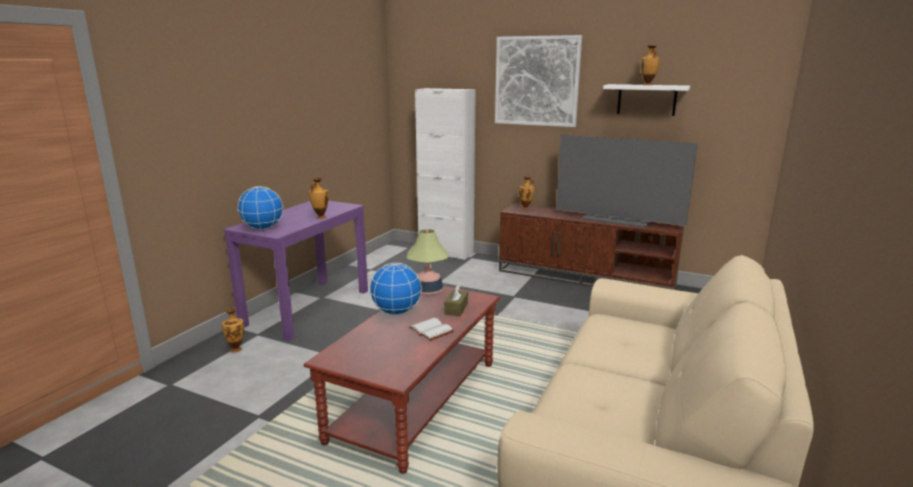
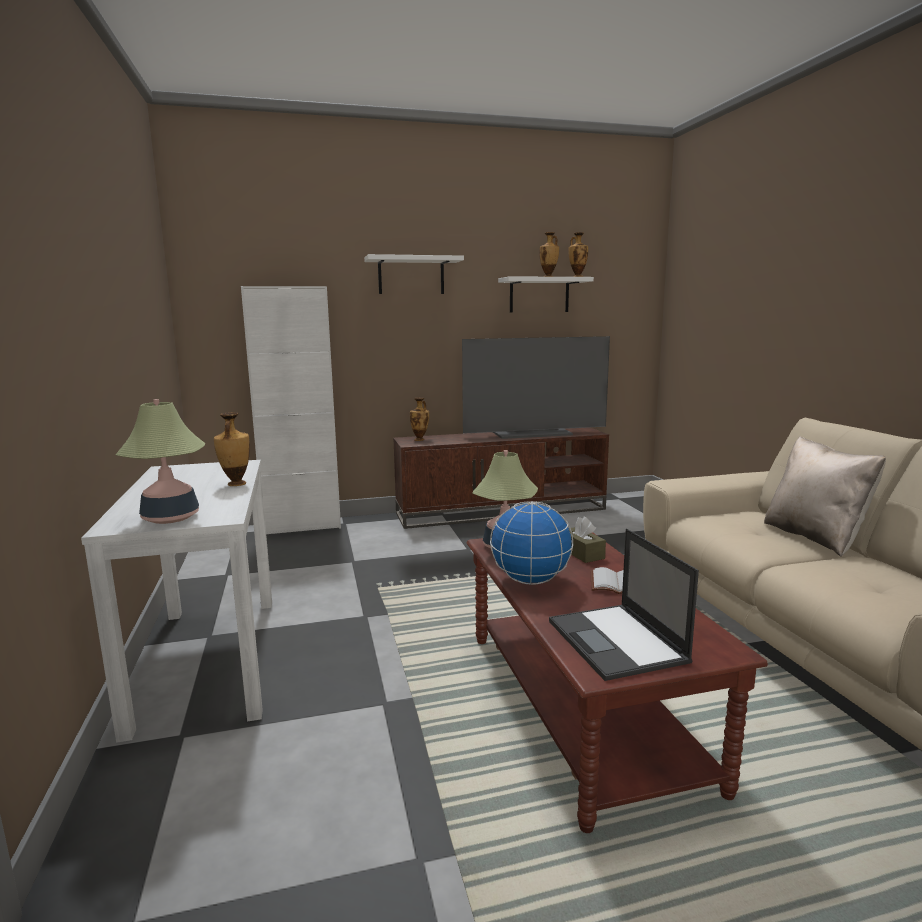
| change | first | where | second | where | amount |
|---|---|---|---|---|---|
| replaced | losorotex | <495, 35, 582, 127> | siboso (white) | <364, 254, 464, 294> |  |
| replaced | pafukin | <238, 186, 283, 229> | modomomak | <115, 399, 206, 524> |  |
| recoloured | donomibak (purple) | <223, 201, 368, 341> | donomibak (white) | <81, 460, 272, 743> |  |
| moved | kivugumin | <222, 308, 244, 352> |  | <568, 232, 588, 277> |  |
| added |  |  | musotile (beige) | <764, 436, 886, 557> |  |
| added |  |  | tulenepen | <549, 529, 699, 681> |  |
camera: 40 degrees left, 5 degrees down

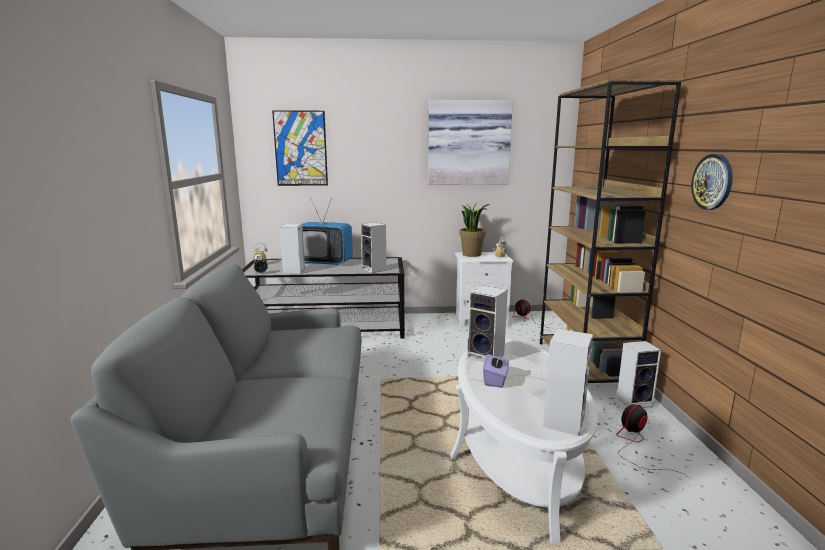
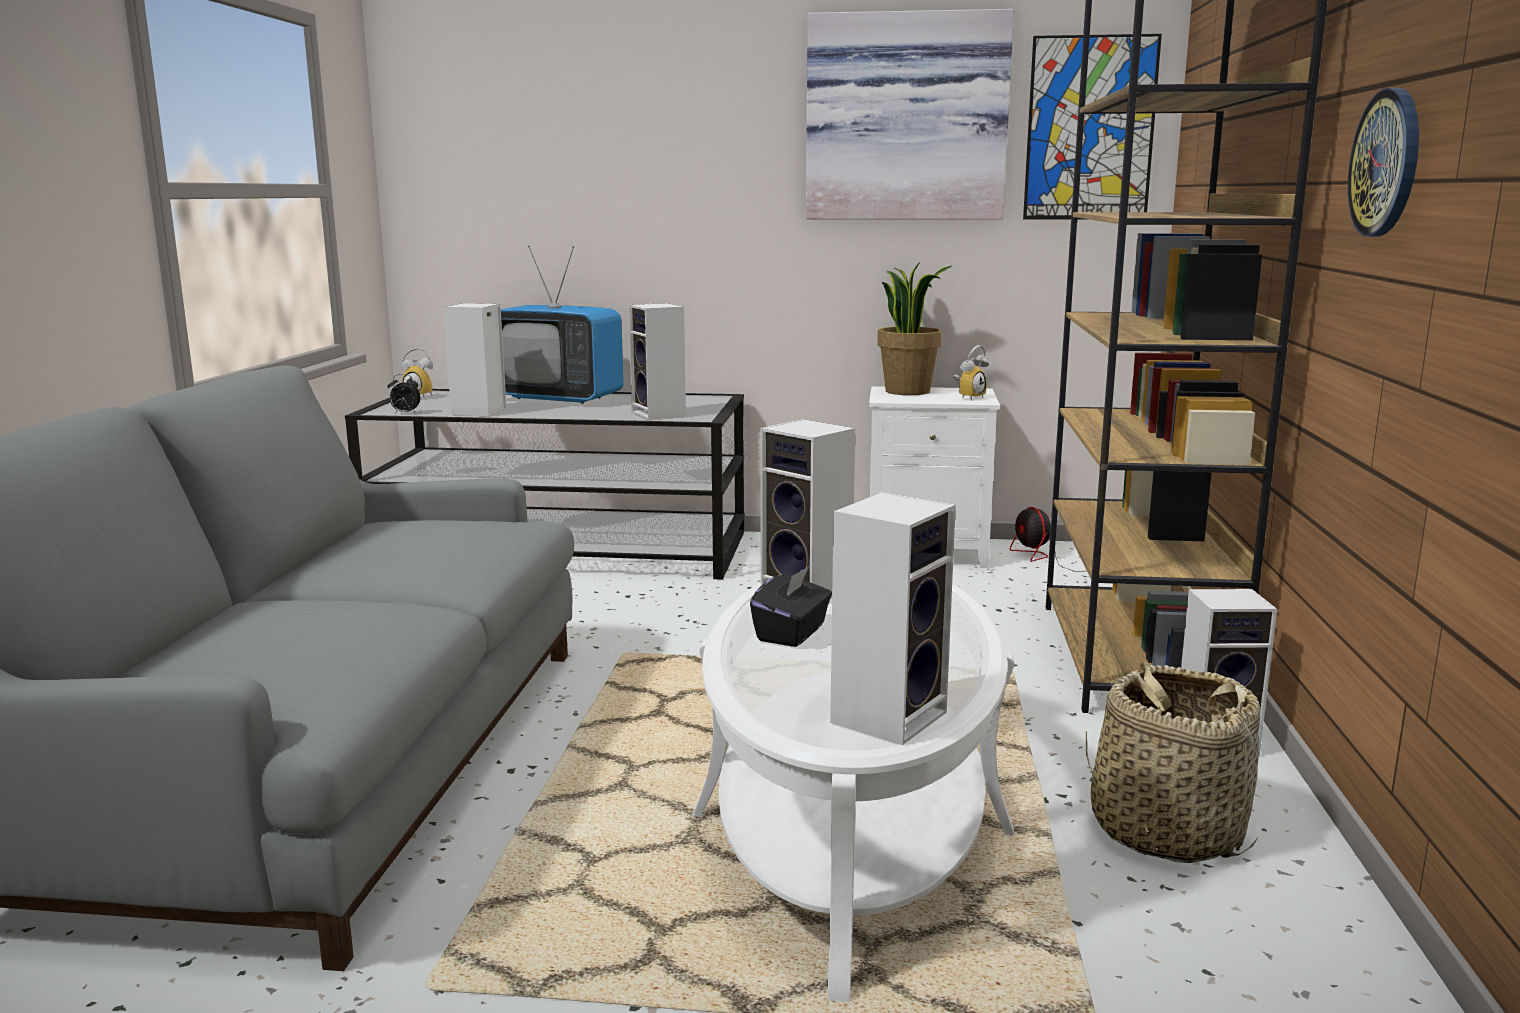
| change | first | where | second | where | amount |
|---|---|---|---|---|---|
| moved | losorotex | <272, 110, 328, 186> |  | <1023, 34, 1162, 220> |  |
| recoloured | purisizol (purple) | <483, 354, 509, 387> | purisizol (black) | <750, 565, 832, 647> |  |
| replaced | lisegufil | <616, 404, 691, 478> | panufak | <1086, 662, 1266, 863> |  |
camera: 10 degrees right, 0 degrees up

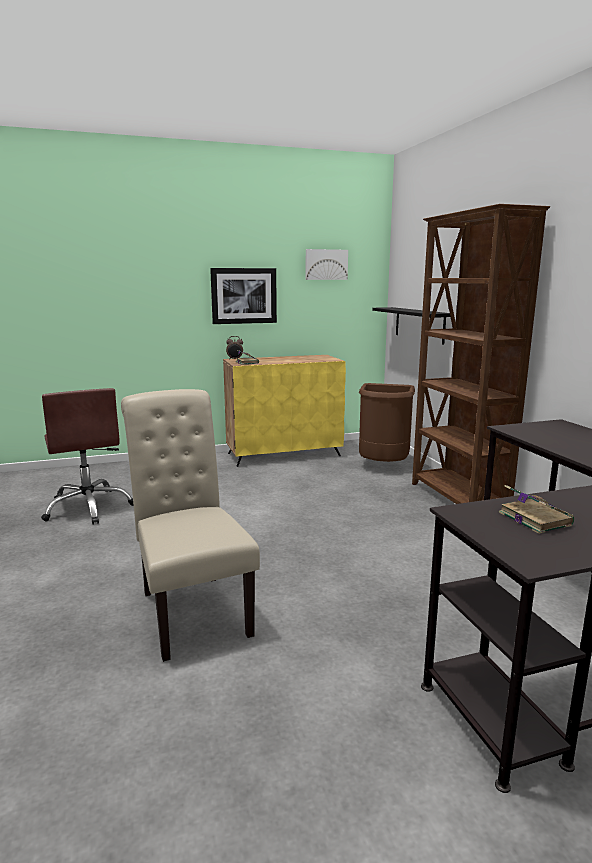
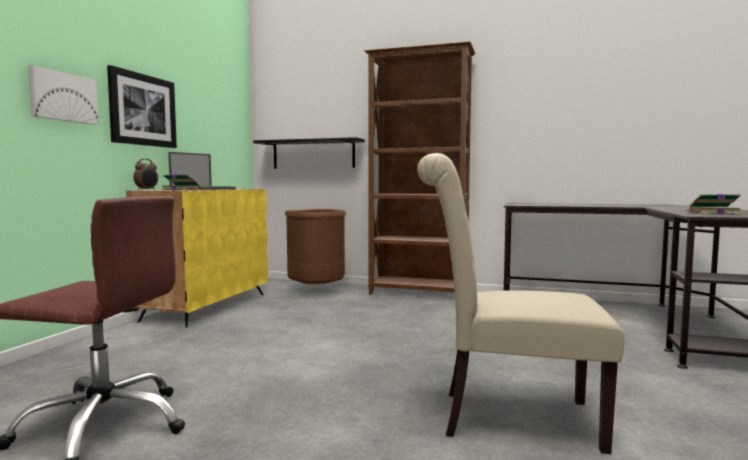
| change | first | where | second | where | amount |
|---|---|---|---|---|---|
| moved | losorotex | <306, 249, 348, 280> |  | <28, 65, 98, 125> |  |
| added |  |  | tulenepen | <168, 152, 236, 190> |  |
camera: 55 degrees left, 10 degrees down

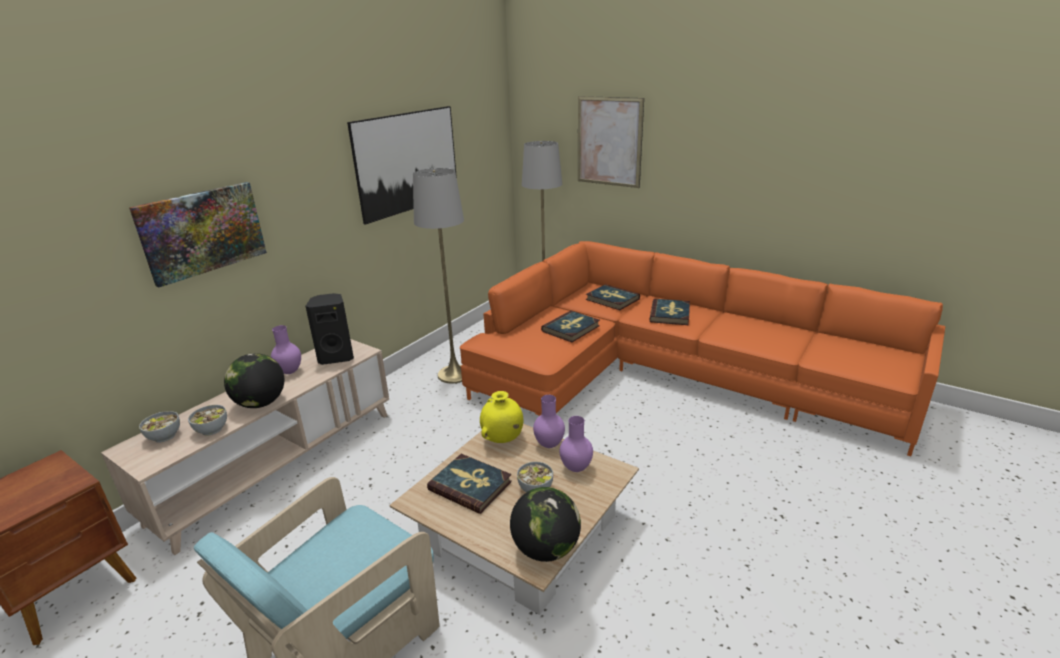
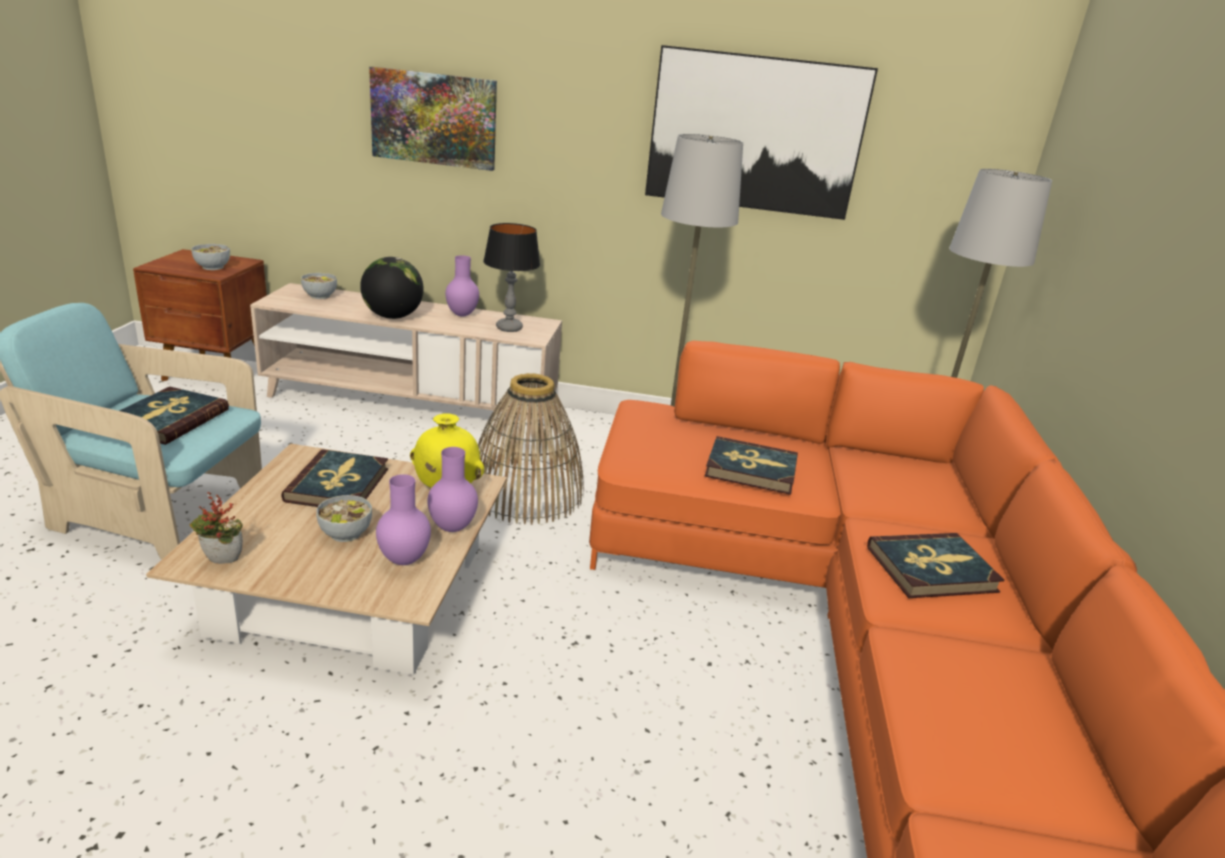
| change | first | where | second | where | amount |
|---|---|---|---|---|---|
| removed | losorotex | <578, 96, 644, 188> |  |  |  |
| moved | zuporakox | <586, 284, 640, 310> |  | <119, 387, 229, 445> |  |
| replaced | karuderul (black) | <305, 293, 354, 365> | modomomak | <483, 223, 540, 332> |  |
| moved | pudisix | <188, 405, 227, 436> |  | <191, 244, 230, 270> |  |
| replaced | pafukin | <510, 487, 581, 562> | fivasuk | <190, 492, 243, 564> |  |
| added |  |  | panufak | <478, 373, 584, 525> |  |
camera: 60 degrees right, 0 degrees up

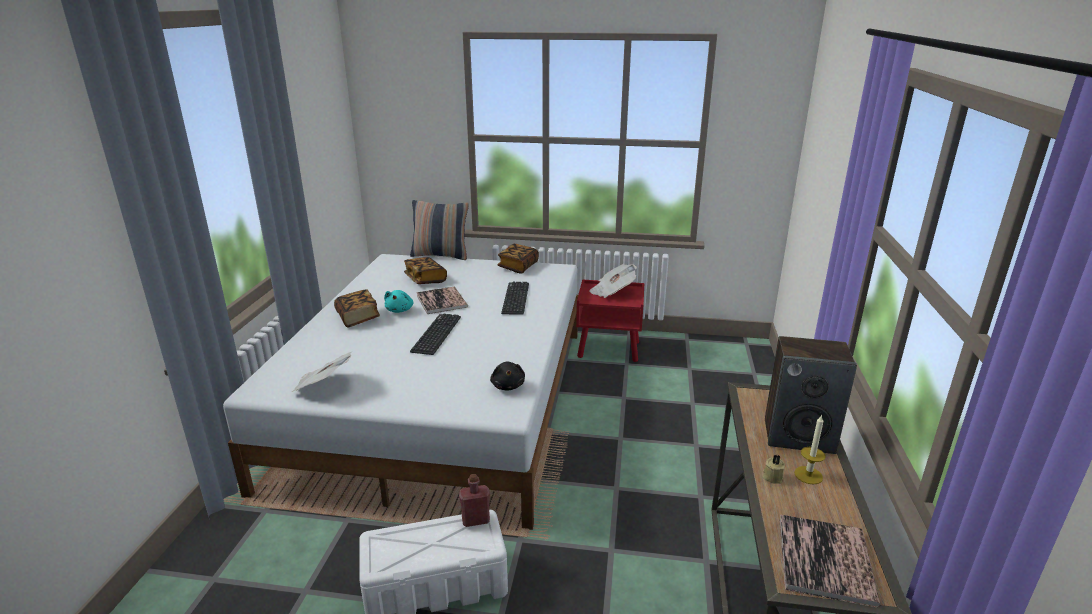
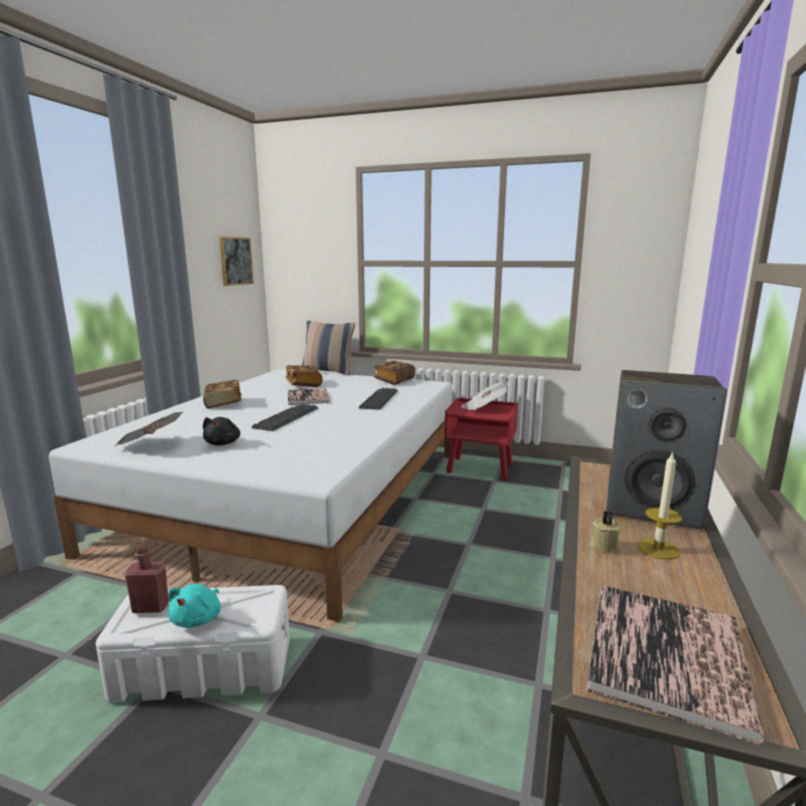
| change | first | where | second | where | amount |
|---|---|---|---|---|---|
| moved | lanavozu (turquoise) | <384, 290, 414, 313> |  | <168, 584, 221, 628> |  |
| moved | lanavozu (black) | <490, 362, 525, 390> |  | <203, 417, 240, 445> |  |
| moved | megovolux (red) | <459, 474, 490, 527> |  | <124, 544, 169, 613> |  |
| added |  |  | losorotex | <219, 236, 254, 286> |  |
camera: 10 degrees right, 10 degrees down

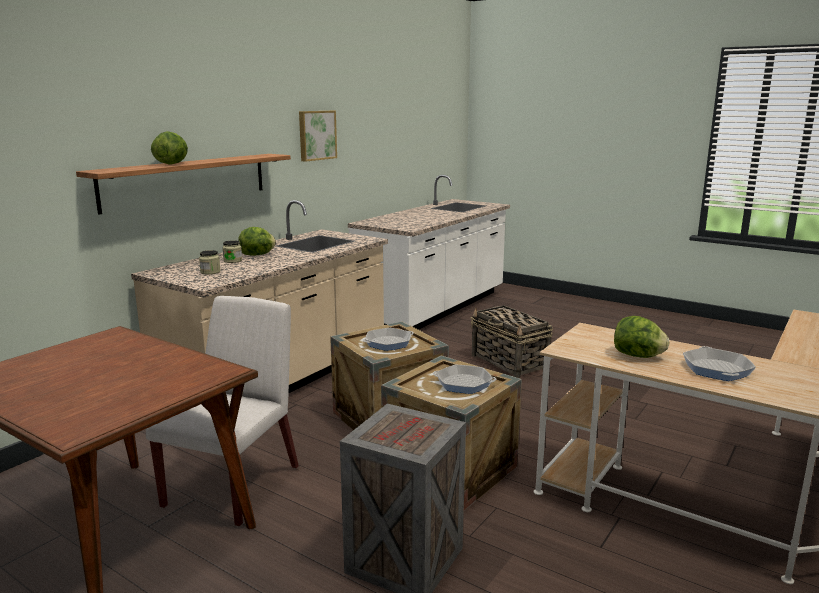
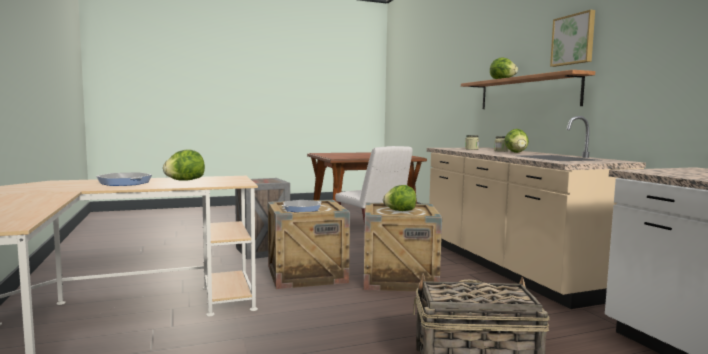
| change | first | where | second | where | amount |
|---|---|---|---|---|---|
| moved | losorotex | <299, 111, 337, 162> |  | <550, 10, 595, 67> |  |
| replaced | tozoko | <363, 328, 414, 351> | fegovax | <383, 185, 416, 211> |  |
camera: 125 degrees right, 10 degrees down

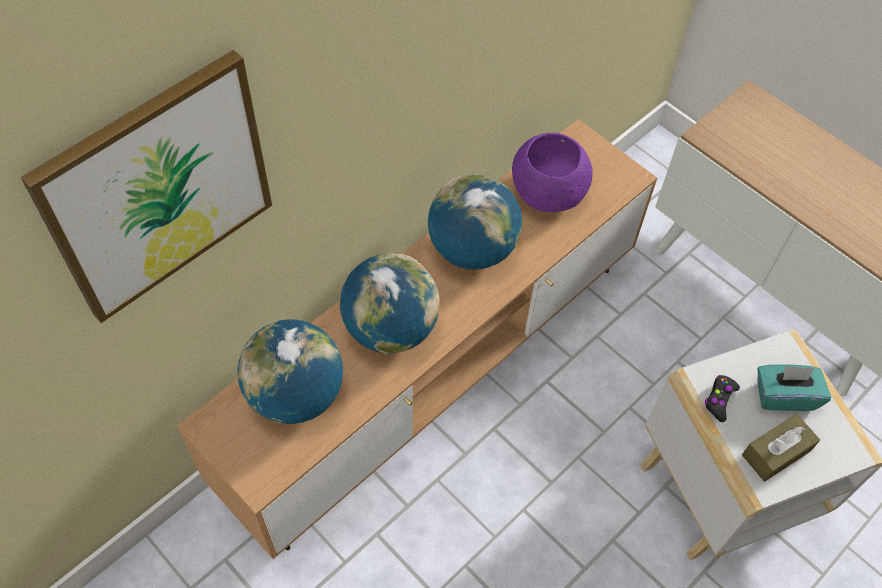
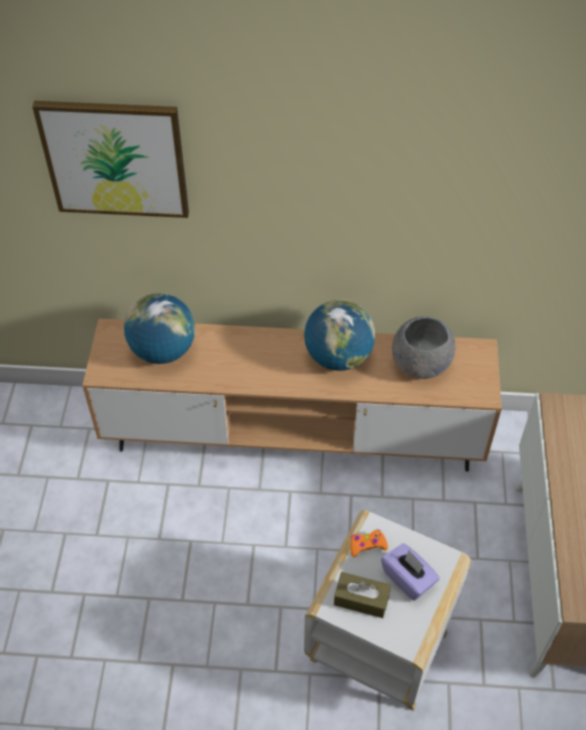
| change | first | where | second | where | amount |
|---|---|---|---|---|---|
| recoloured | pudisix (purple) | <512, 133, 593, 212> | pudisix (grey) | <392, 317, 456, 379> |  |
| removed | pafukin | <340, 253, 440, 354> |  |  |  |
| recoloured | purisizol (turquoise) | <757, 364, 831, 411> | purisizol (purple) | <381, 543, 440, 601> |  |
| recoloured | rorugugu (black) | <705, 375, 740, 422> | rorugugu (orange) | <350, 530, 388, 557> |  |
camera: 50 degrees right, 5 degrees down

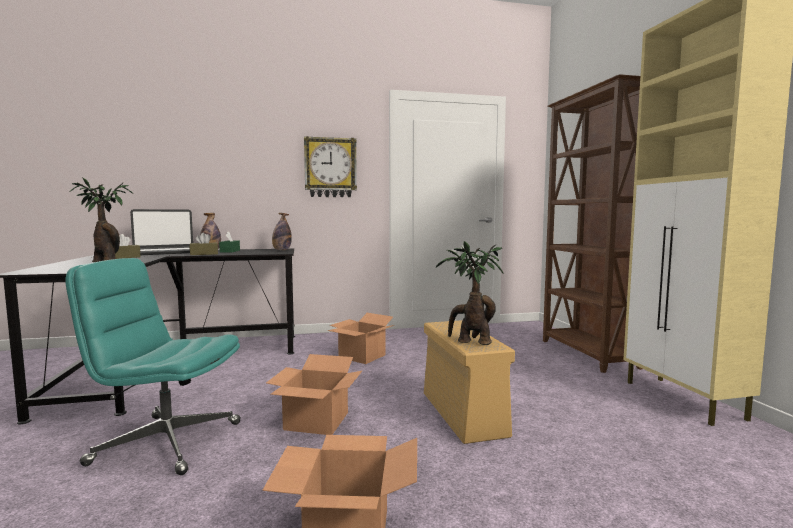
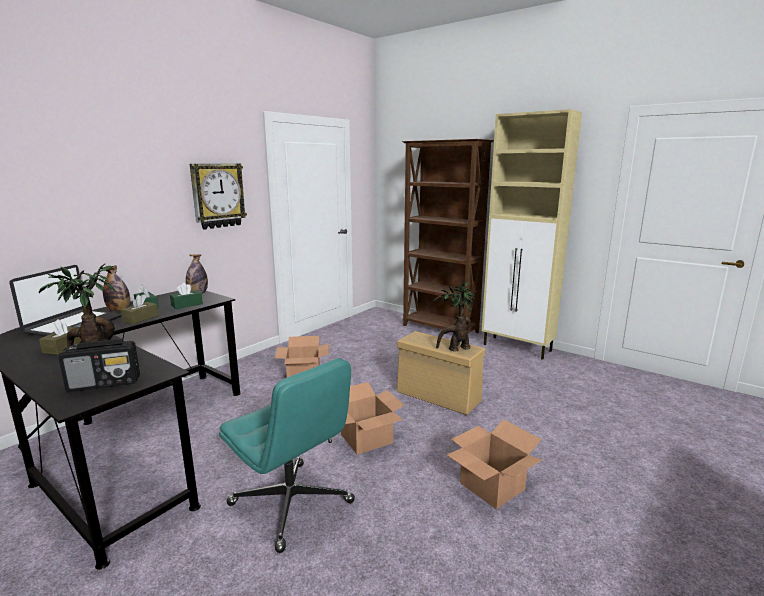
| change | first | where | second | where | amount |
|---|---|---|---|---|---|
| turned | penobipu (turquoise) | <65, 258, 241, 475> |  | <219, 358, 355, 553> | 105 degrees counterclockwise |
| added |  |  | purisizol (green) | <170, 283, 203, 309> |  |
| added |  |  | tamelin | <59, 339, 140, 392> |  |
camera: 40 degrees left, 10 degrees up

